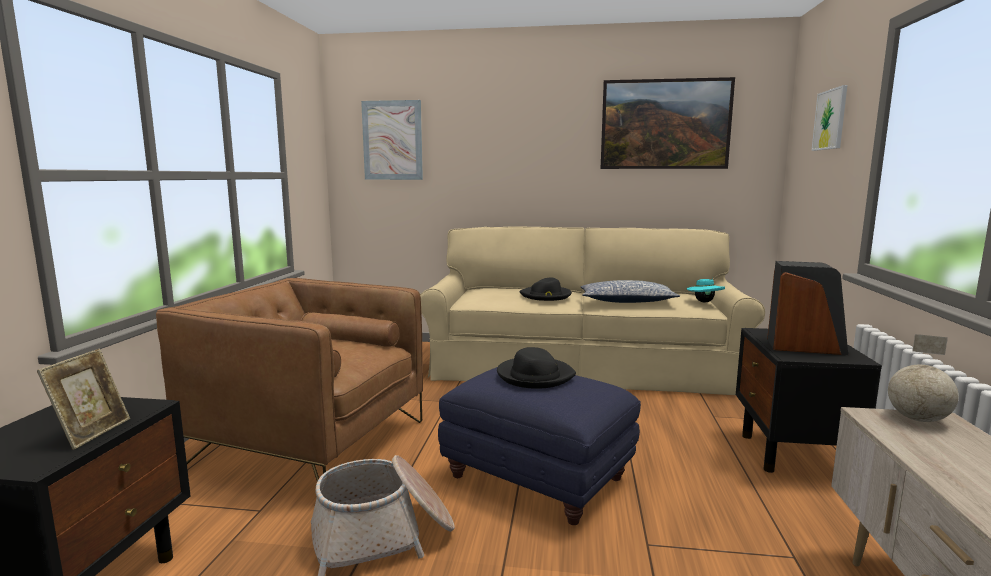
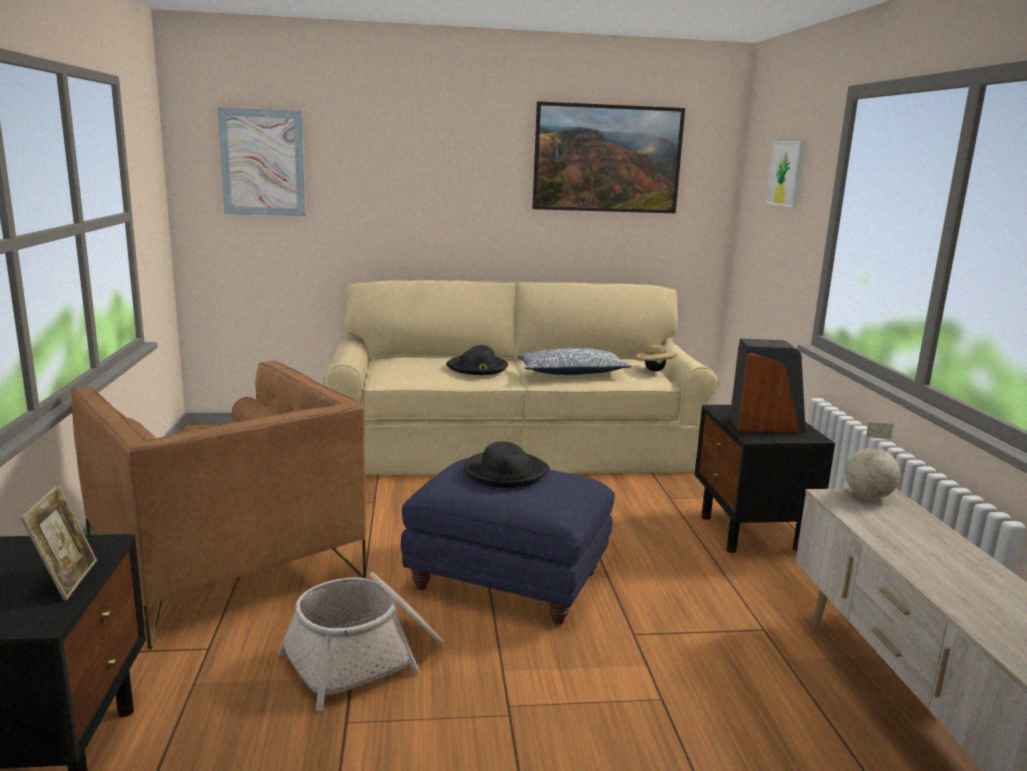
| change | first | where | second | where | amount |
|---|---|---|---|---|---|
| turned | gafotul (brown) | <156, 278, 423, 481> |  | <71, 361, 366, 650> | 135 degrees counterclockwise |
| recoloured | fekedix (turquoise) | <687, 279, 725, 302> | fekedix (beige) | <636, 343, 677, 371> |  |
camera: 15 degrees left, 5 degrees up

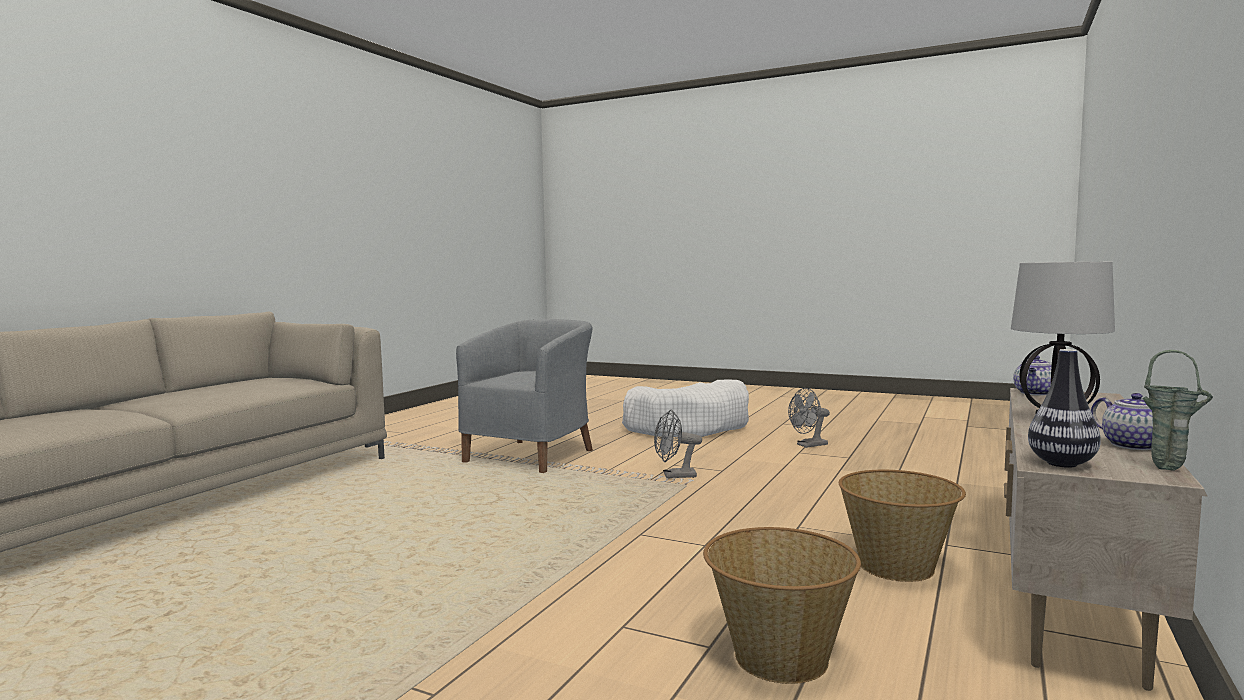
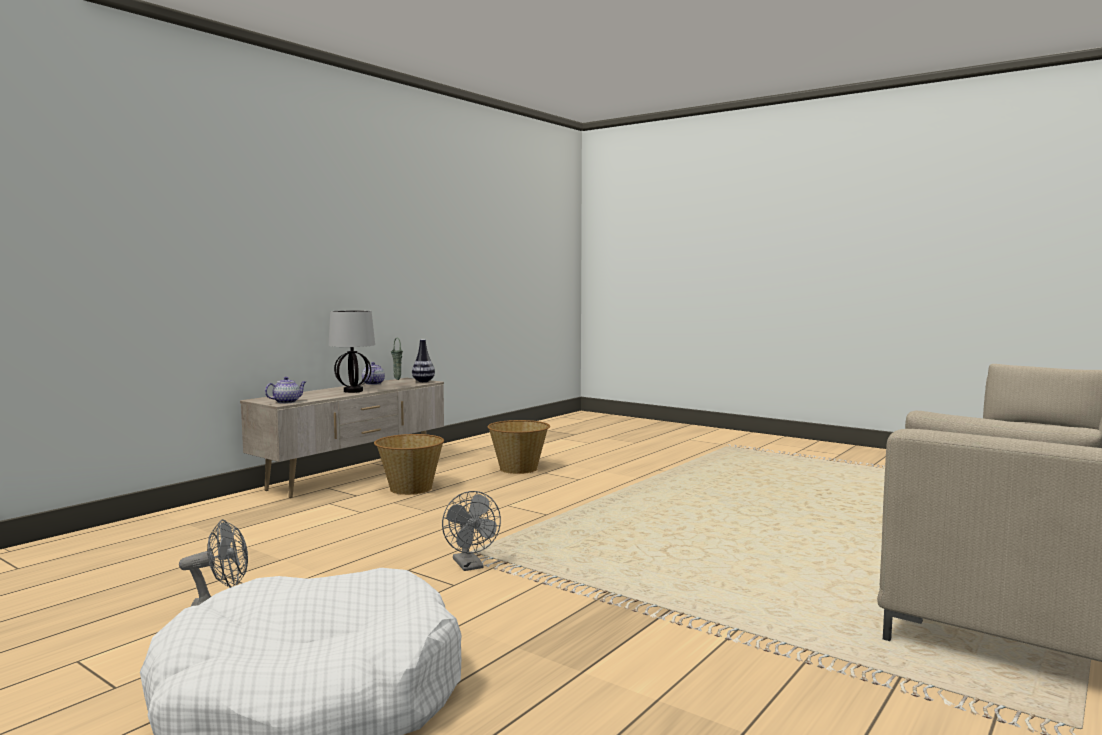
| change | first | where | second | where | amount |
|---|---|---|---|---|---|
| removed | gafotul (grey) | <456, 319, 593, 473> |  |  |  |
| turned | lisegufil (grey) | <654, 410, 702, 479> |  | <442, 491, 501, 571> | 60 degrees clockwise |
camera: 170 degrees left, 0 degrees up

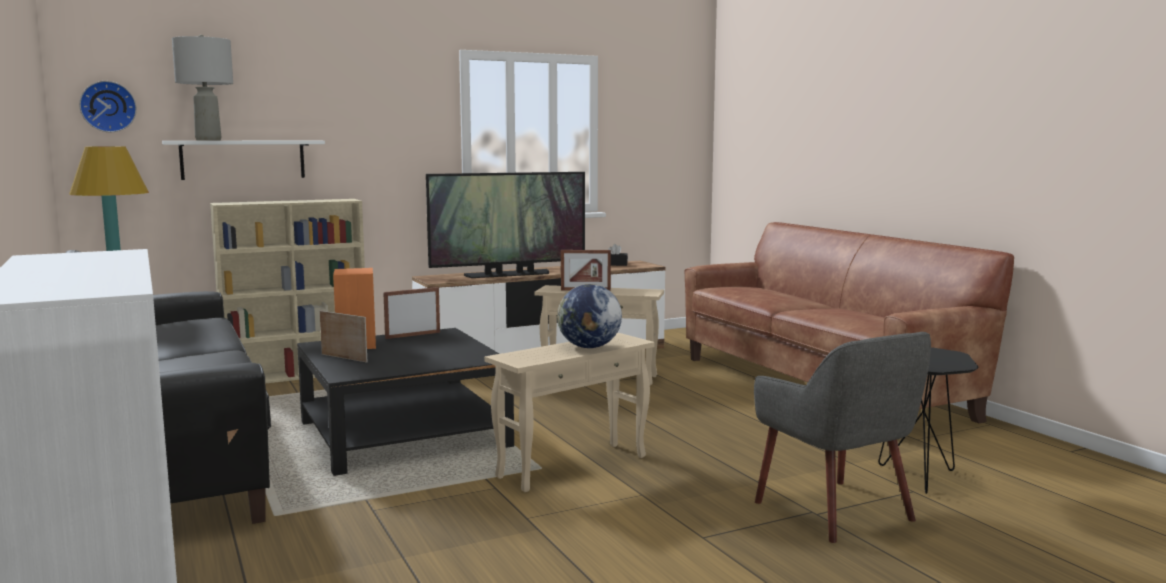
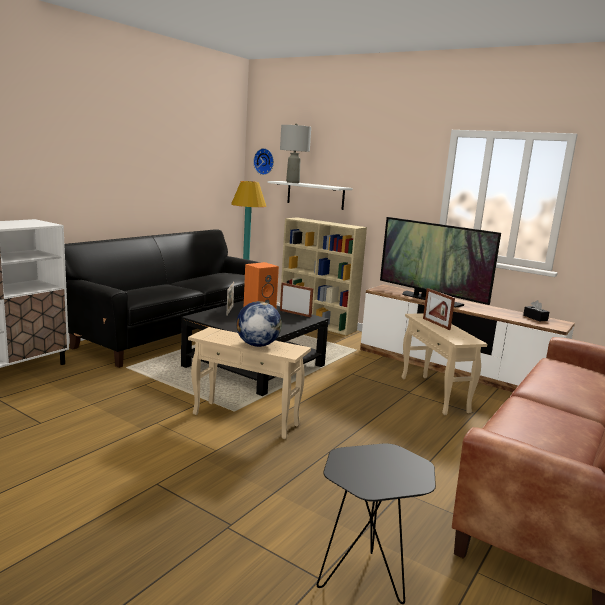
| change | first | where | second | where | amount |
|---|---|---|---|---|---|
| removed | gafotul (grey) | <754, 332, 931, 543> |  |  |  |
camera: 60 degrees right, 5 degrees up

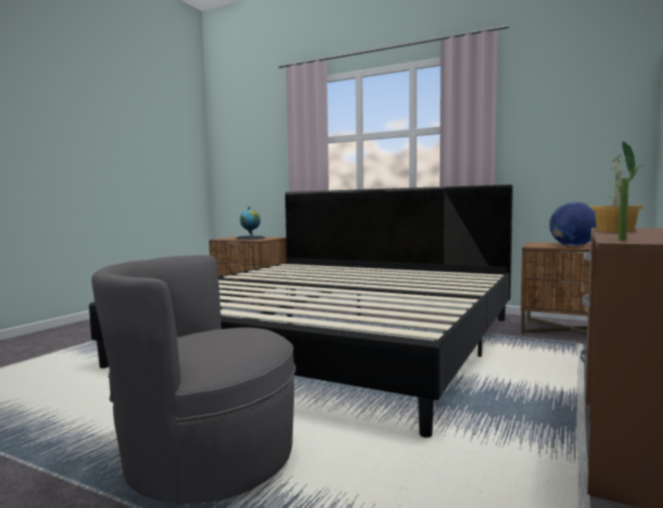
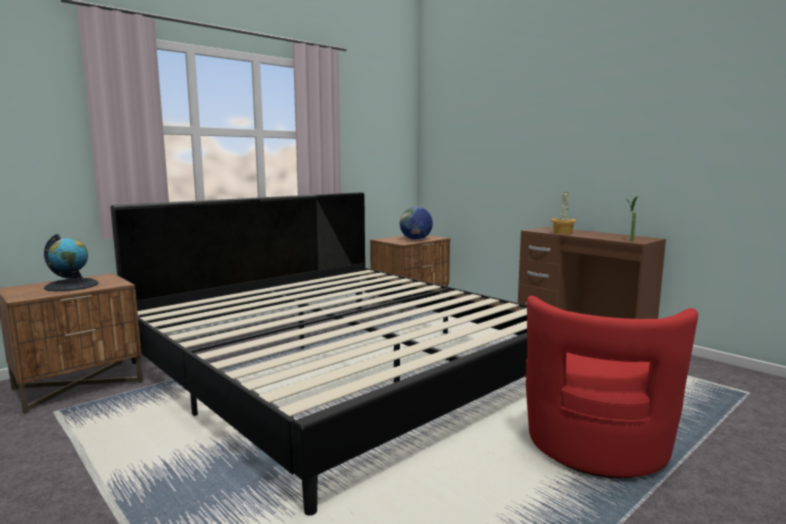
| change | first | where | second | where | amount |
|---|---|---|---|---|---|
| recoloured | gafotul (grey) | <92, 255, 296, 504> | gafotul (red) | <525, 296, 698, 478> |  |
camera: 70 degrees left, 5 degrees up

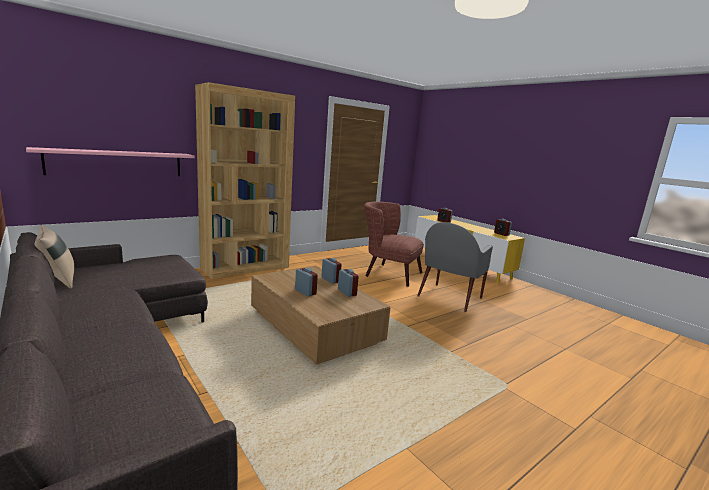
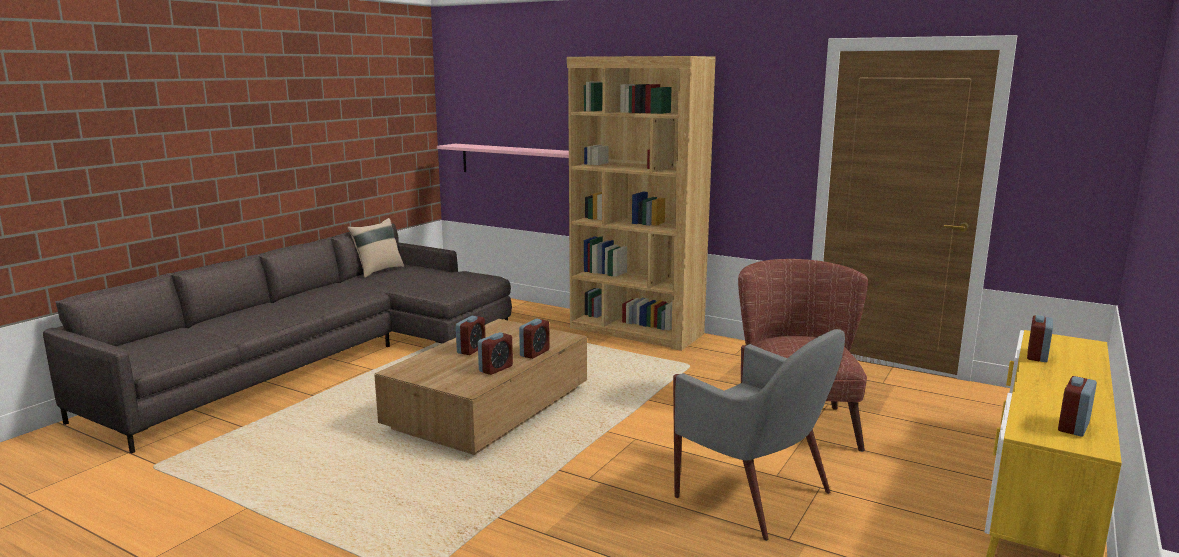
| change | first | where | second | where | amount |
|---|---|---|---|---|---|
| turned | gafotul (grey) | <417, 222, 493, 312> |  | <673, 329, 845, 541> | 150 degrees counterclockwise |
camera: 70 degrees right, 0 degrees up

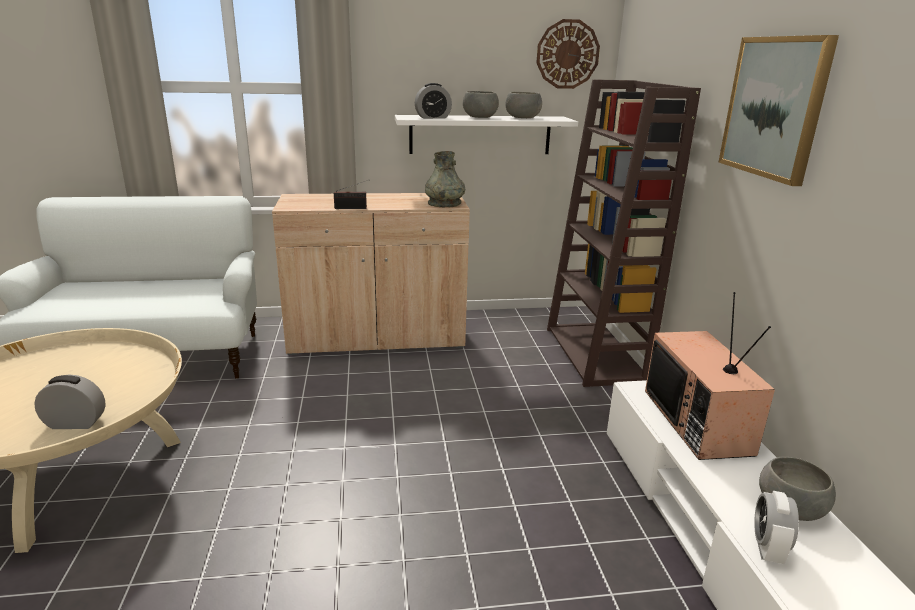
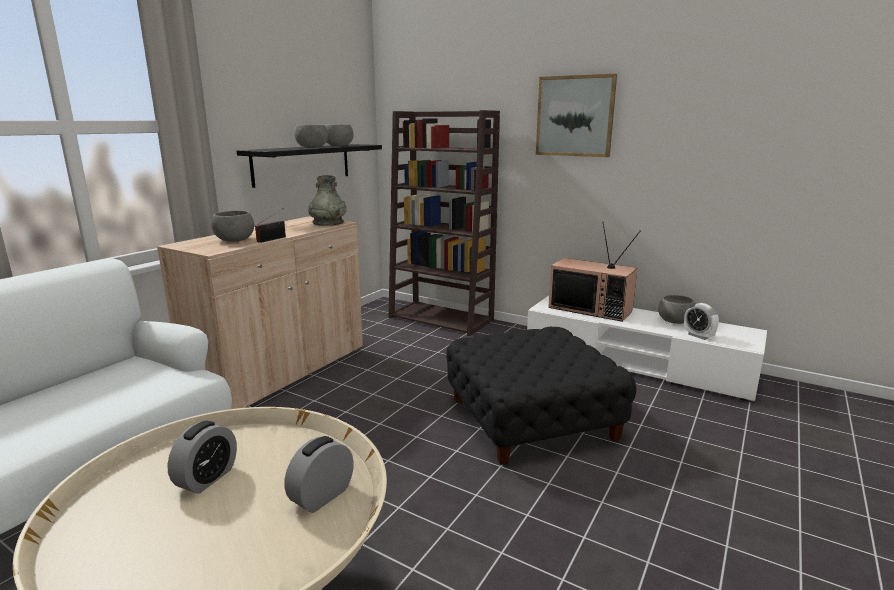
| change | first | where | second | where | amount |
|---|---|---|---|---|---|
| removed | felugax | <536, 19, 600, 89> |  |  |  |
| moved | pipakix | <415, 83, 452, 119> |  | <167, 421, 237, 494> |  |
| recoloured | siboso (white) | <395, 115, 578, 154> | siboso (black) | <237, 144, 382, 188> |  |
| added |  |  | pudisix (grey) | <211, 211, 254, 242> |  |
| added |  |  | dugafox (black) | <446, 327, 636, 465> |  |
camera: 50 degrees left, 5 degrees down

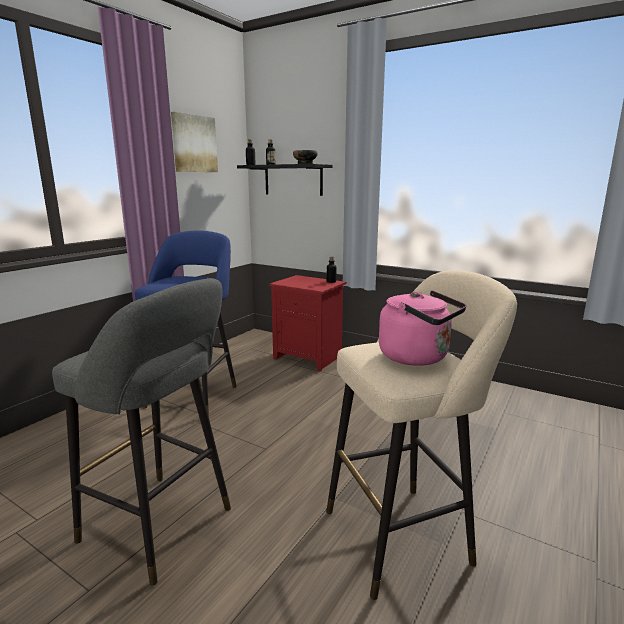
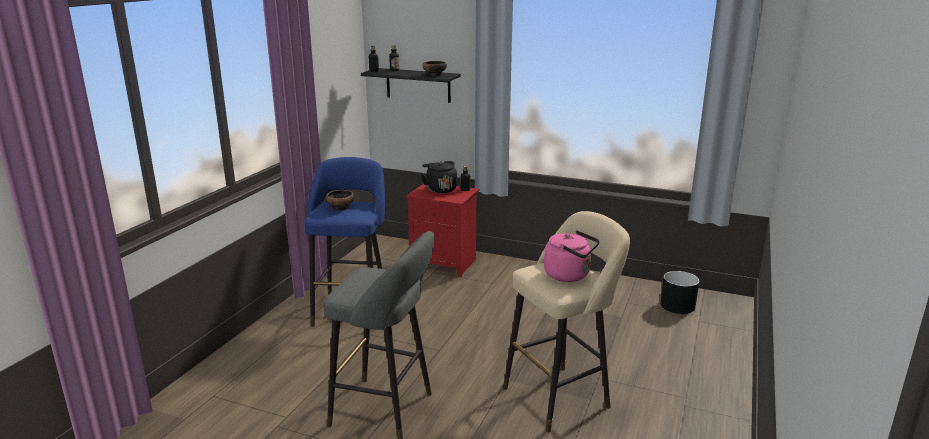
| change | first | where | second | where | amount |
|---|---|---|---|---|---|
| removed | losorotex | <171, 112, 218, 172> |  |  |  |
| added |  |  | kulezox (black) | <421, 161, 457, 193> |  |
| added |  |  | pudisix | <326, 190, 354, 211> |  |
| added |  |  | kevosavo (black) | <661, 271, 699, 314> |  |
camera: 10 degrees left, 5 degrees up

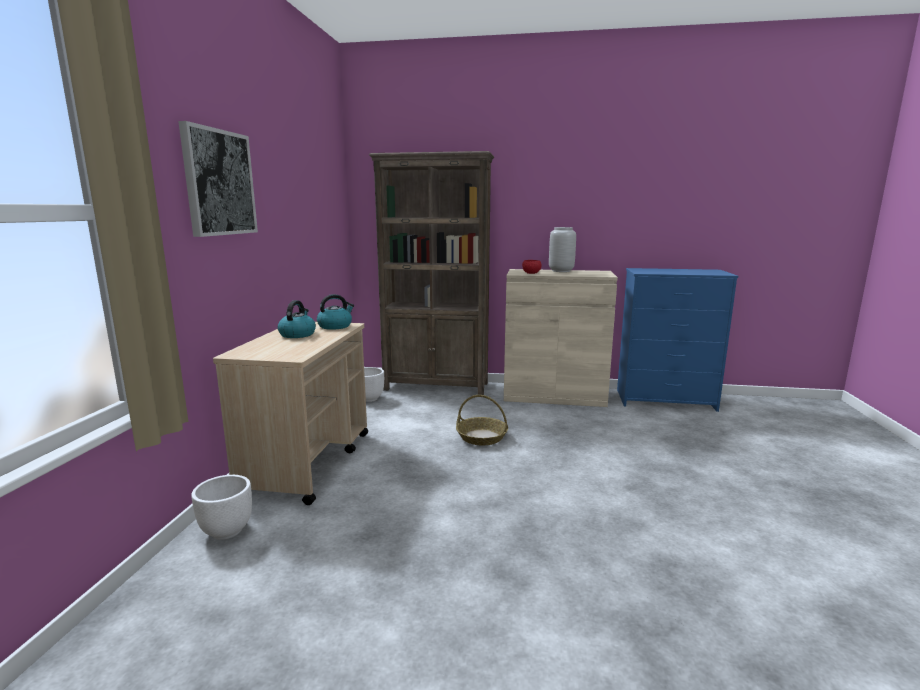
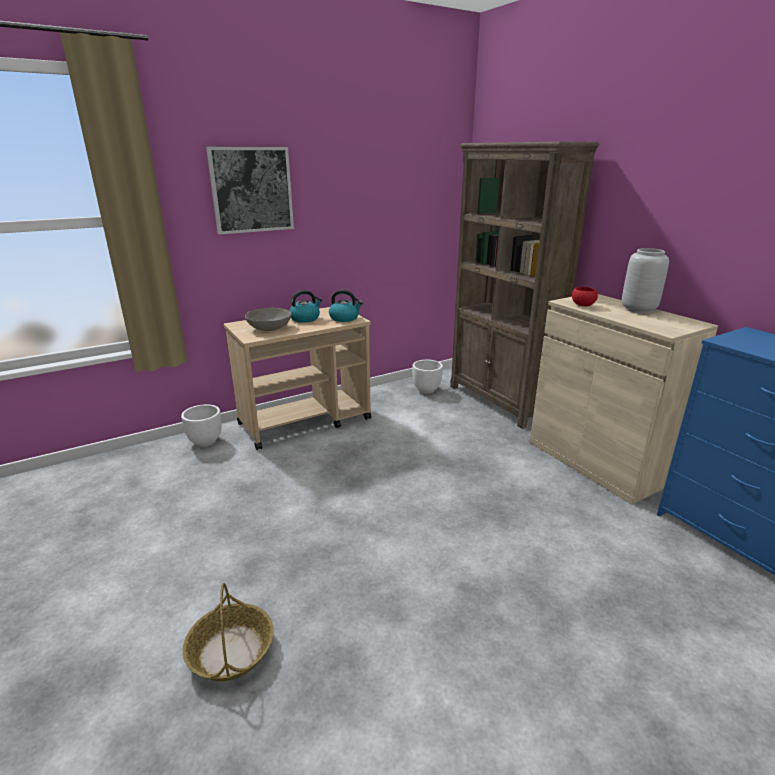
| change | first | where | second | where | amount |
|---|---|---|---|---|---|
| moved | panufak | <456, 395, 508, 445> |  | <183, 583, 274, 681> |  |
| added |  |  | pudisix (grey) | <245, 308, 292, 331> |  |
camera: 50 degrees right, 10 degrees up

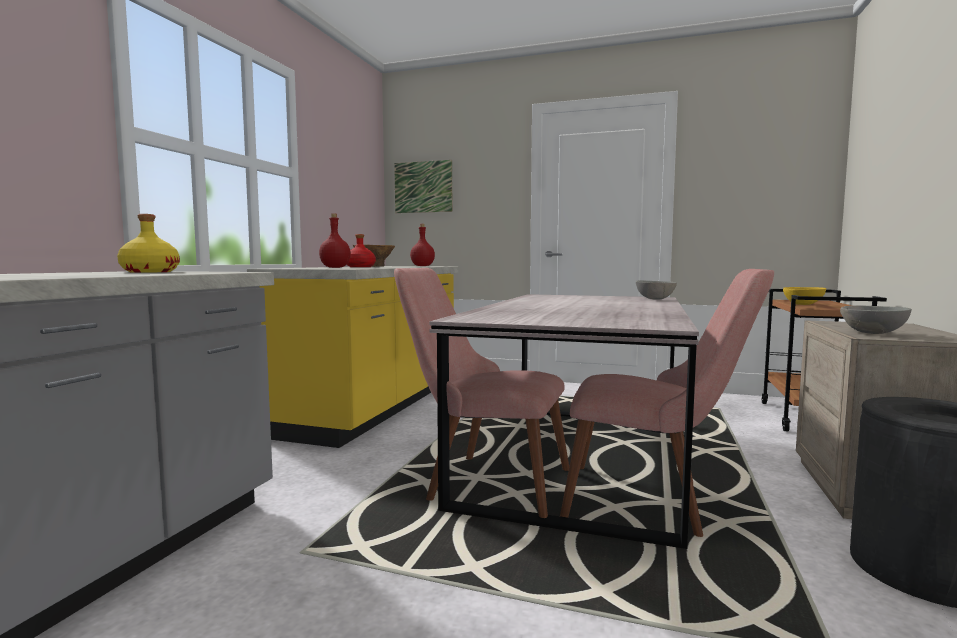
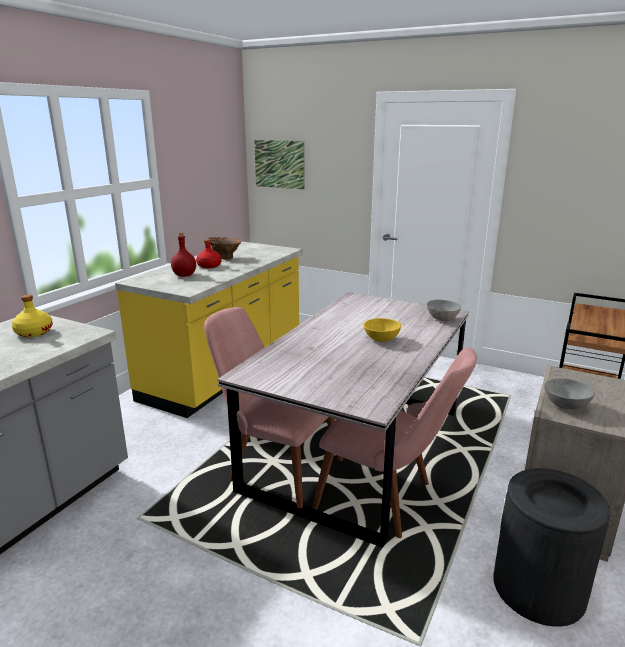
| change | first | where | second | where | amount |
|---|---|---|---|---|---|
| removed | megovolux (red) | <410, 224, 435, 266> |  |  |  |
| moved | pudisix (yellow) | <783, 287, 826, 305> |  | <364, 318, 401, 342> |  |
camera: 10 degrees right, 15 degrees up

